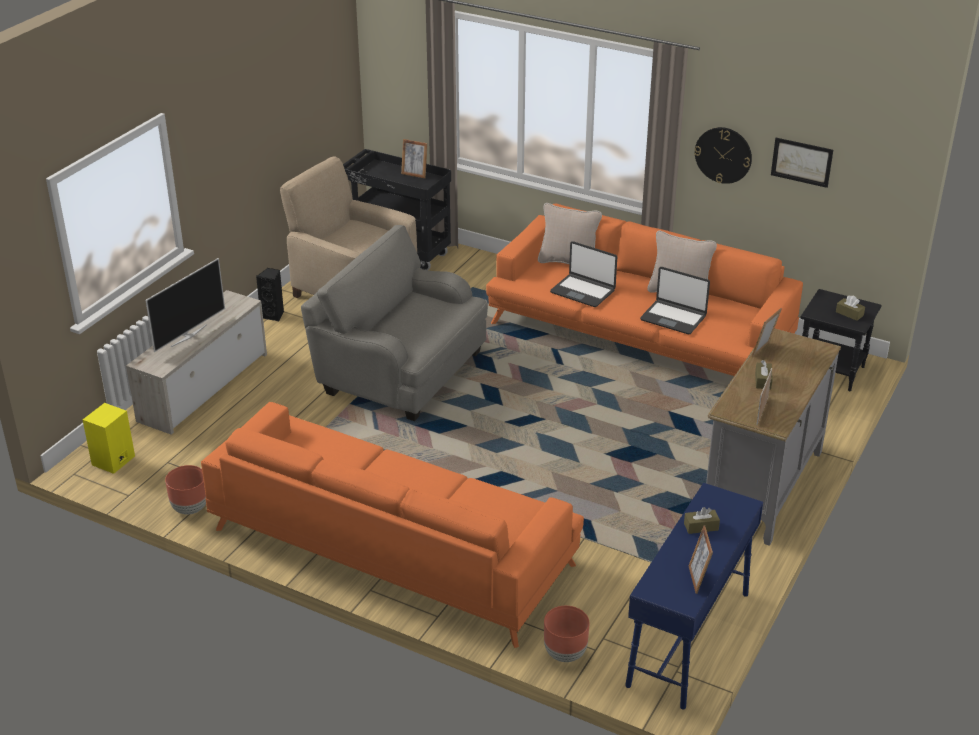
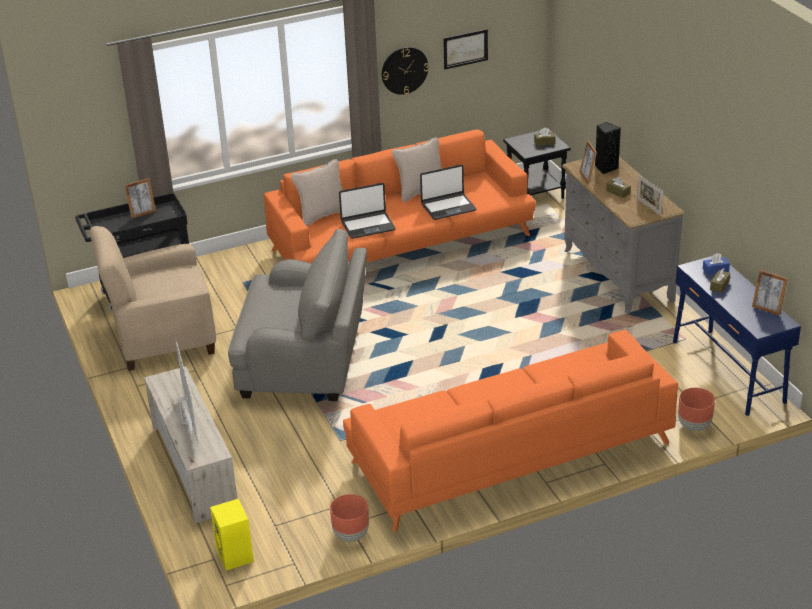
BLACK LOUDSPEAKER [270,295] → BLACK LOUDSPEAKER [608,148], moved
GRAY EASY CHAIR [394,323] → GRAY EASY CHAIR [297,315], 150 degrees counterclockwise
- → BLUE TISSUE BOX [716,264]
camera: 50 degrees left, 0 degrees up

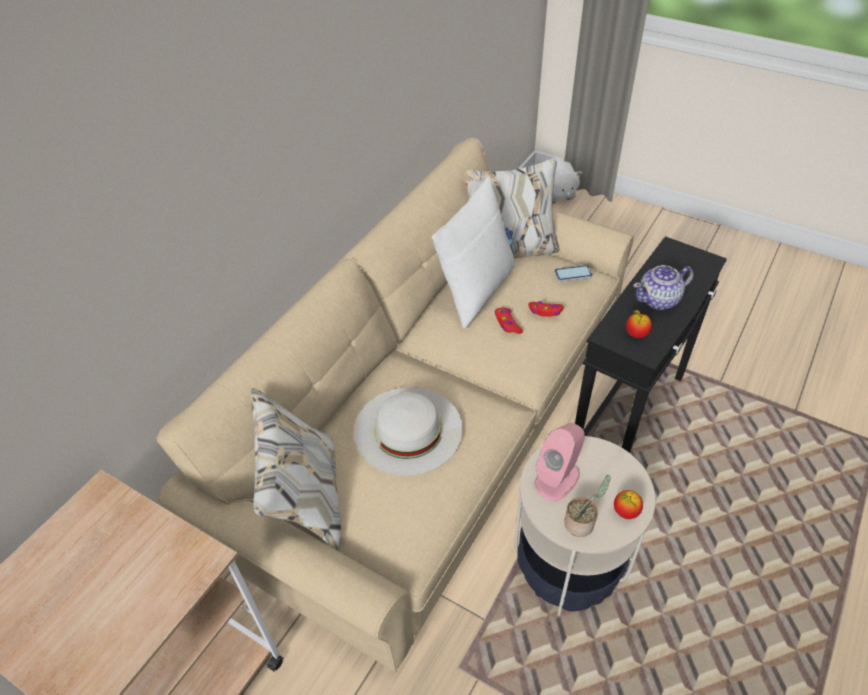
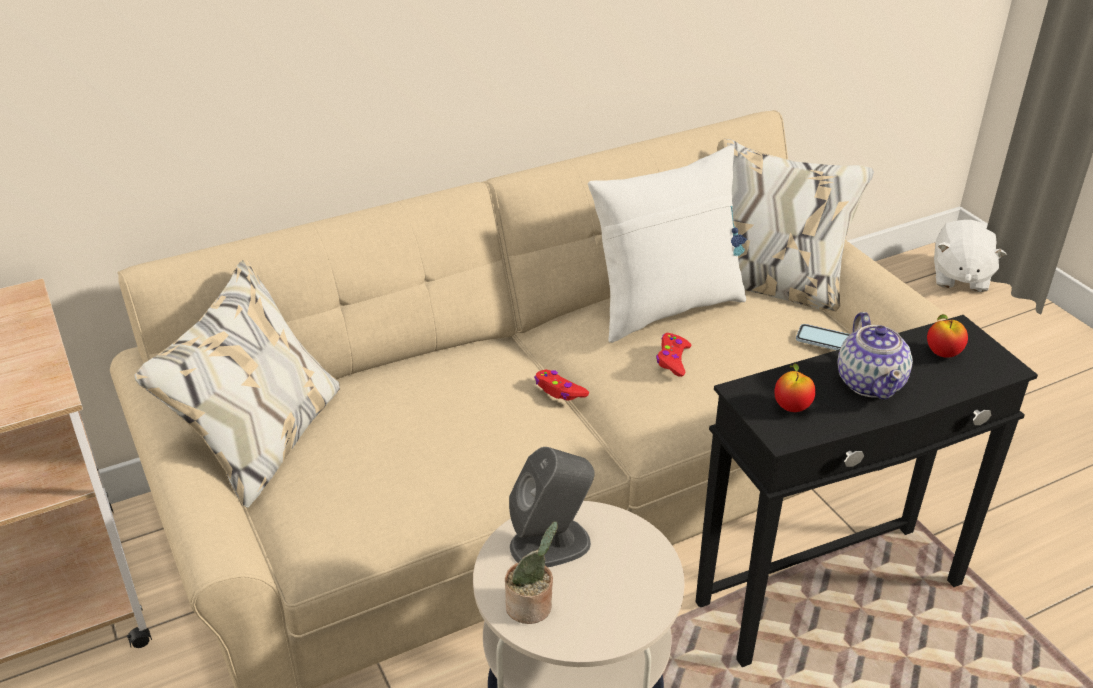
WHITE CLOTHING HAT [408,431] → -
REDDISH GAME CONTROLLER [546,309] → REDDISH GAME CONTROLLER [561,384], moved
PINK LOUDSPEAKER [559,462] → GRAY LOUDSPEAKER [552,507]
APPLE [628,504] → APPLE [947,336], moved
POT FOR TEA [663,287] → POT FOR TEA [875,356], 105 degrees counterclockwise
camera: 30 degrees right, 10 degrees down

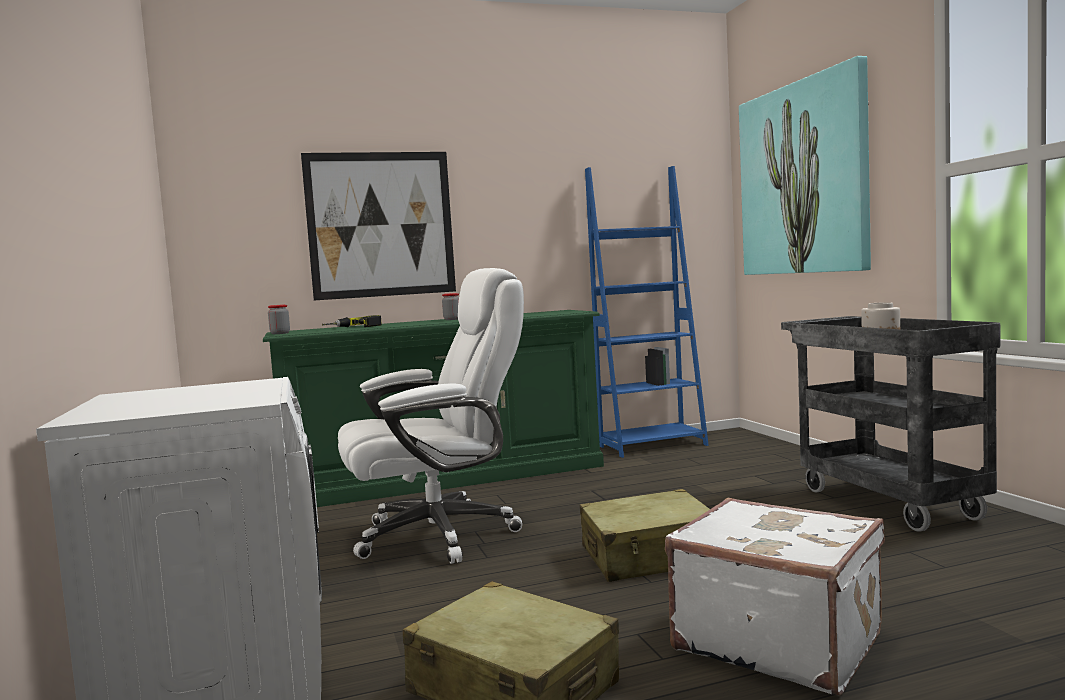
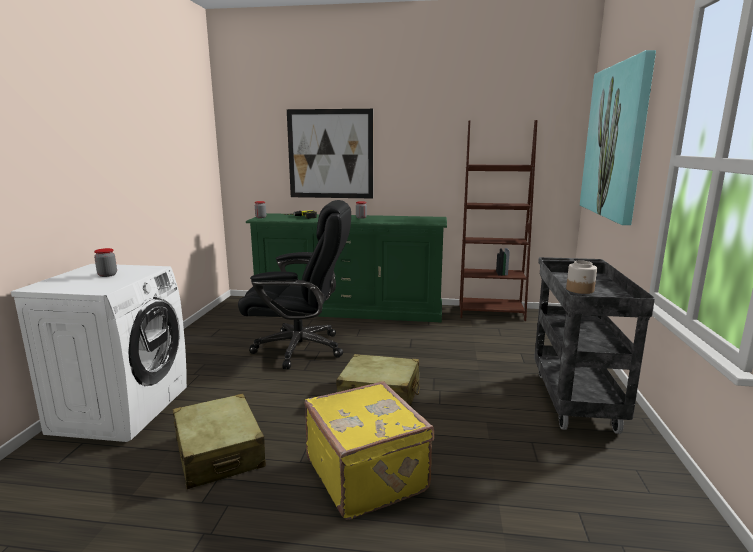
WHITE DESK CHAIR [431,416] → BLACK DESK CHAIR [294,284]
BLUE BOOKSHELF [647,312] → BROWNISH BOOKSHELF [498,220]
WHITE SUITCASE [775,597] → YELLOW-COLOURED SUITCASE [369,450]
- → JAR [105,262]
camera: 25 degrees right, 10 degrees up

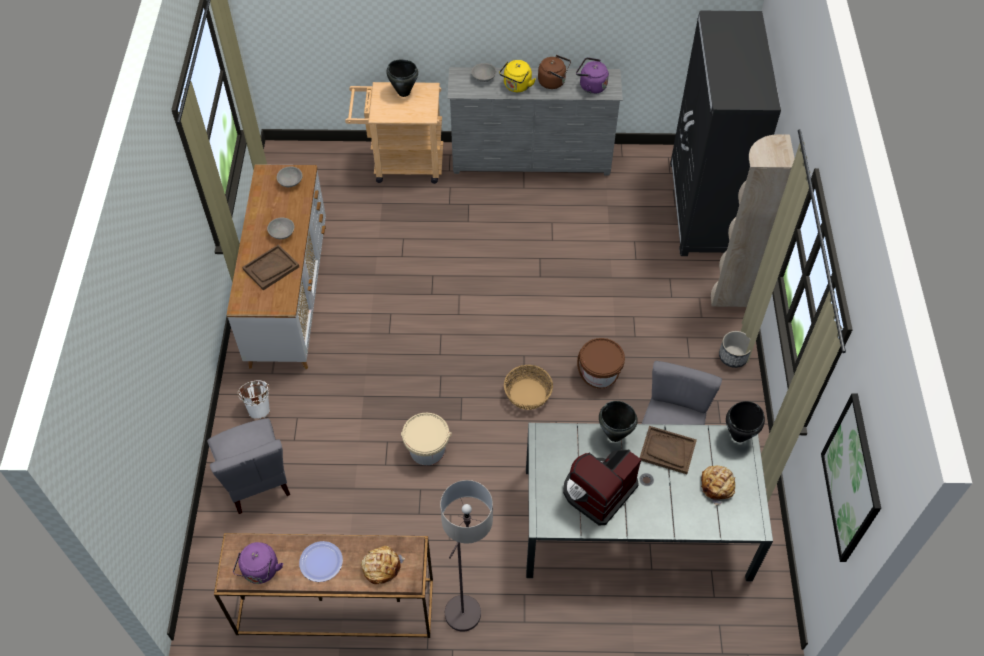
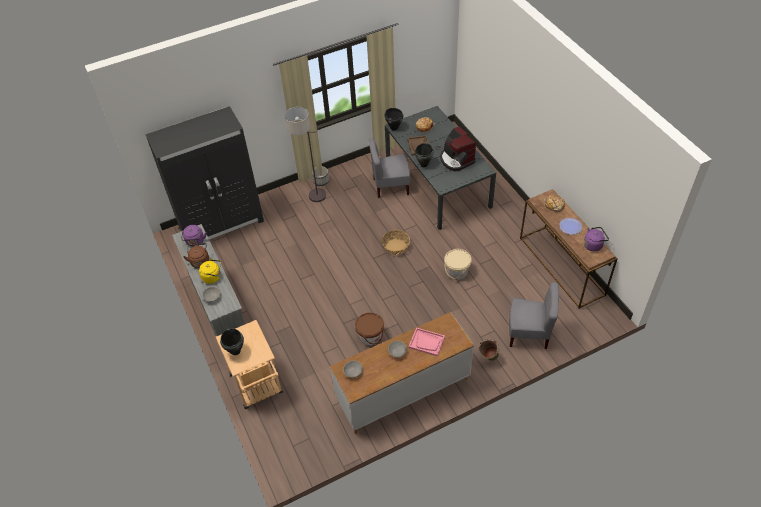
GRAY PLAIN CHAIR [248,466] → GRAY PLAIN CHAIR [534,315], 60 degrees clockwise
WHITE WATER BUCKET [253,399] → GREEN WATER BUCKET [489,350]
BROWNISH SERVING TRAY [270,267] → PINK SERVING TRAY [427,342]
GRAY STANDING LAMP [466,556] → GRAY STANDING LAMP [305,154], moved
COFFEE BREWER [602,488] → COFFEE BREWER [458,149], 45 degrees clockwise
BROWNISH WATER BUCKET [601,363] → BROWNISH WATER BUCKET [369,329], moved
BEIGE-COLOURED BOOKSHELF [753,221] → -
WALL ART [851,478] → -
camera: 115 degrees left, 5 degrees down

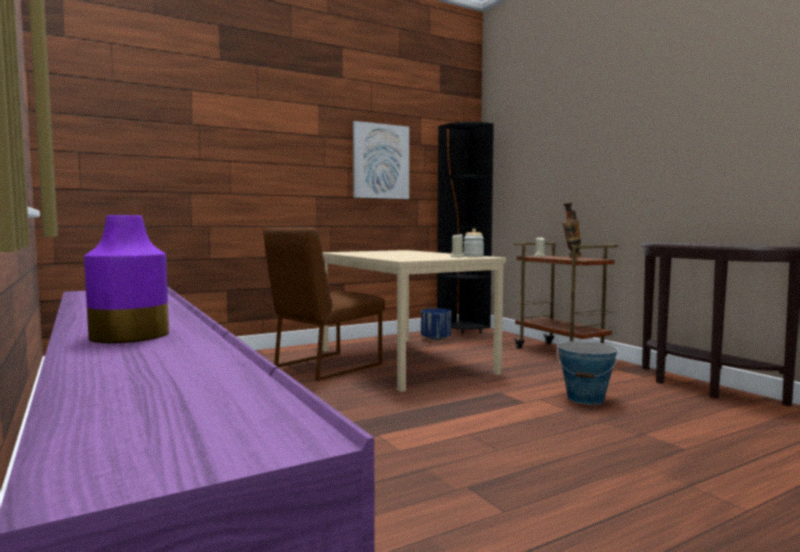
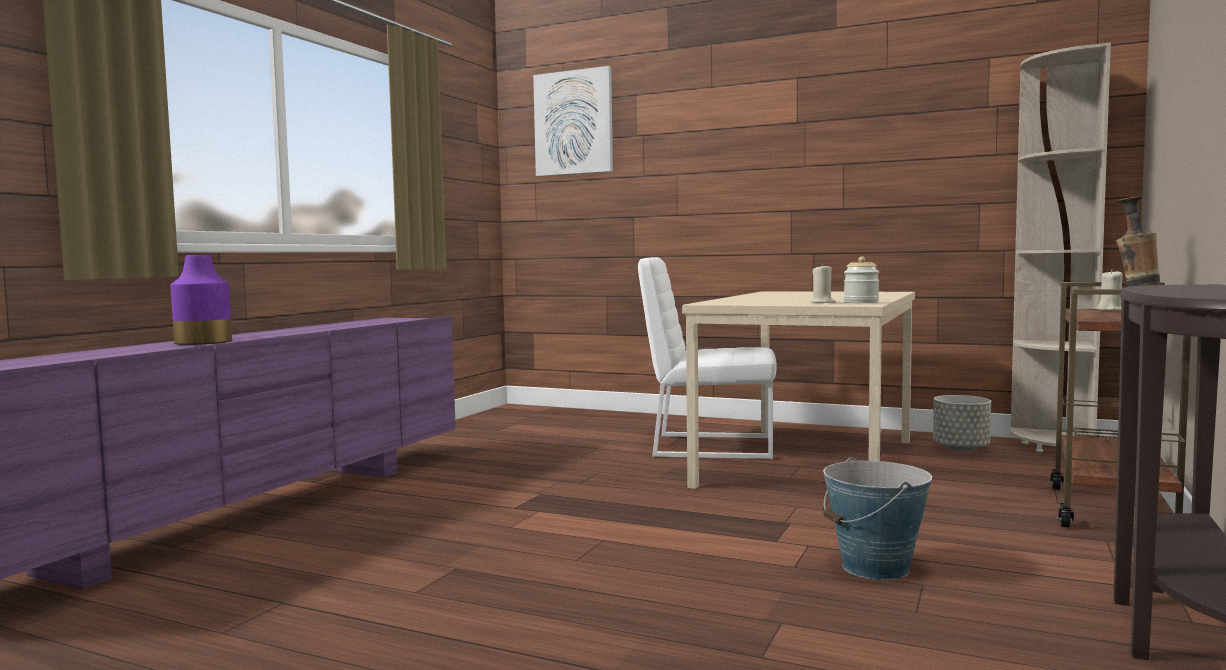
BROWNISH PLAIN CHAIR [324,304] → WHITE PLAIN CHAIR [707,358]
WALL ART [381,160] → WALL ART [573,121], moved
BLUE PLANT POT [436,324] → GRAY PLANT POT [962,423]
BLACK BOOKSHELF [465,228] → BEIGE-COLOURED BOOKSHELF [1061,247]
camera: 55 degrees right, 0 degrees up

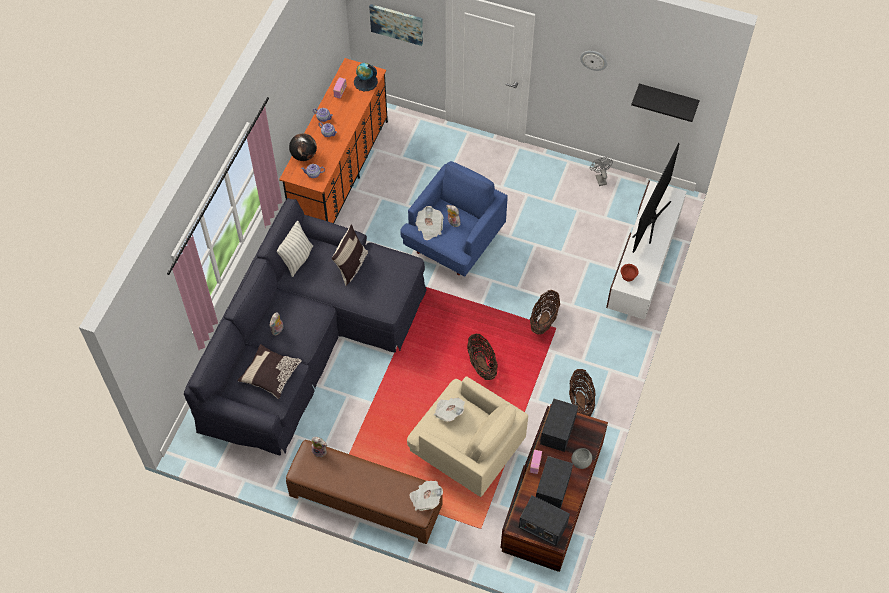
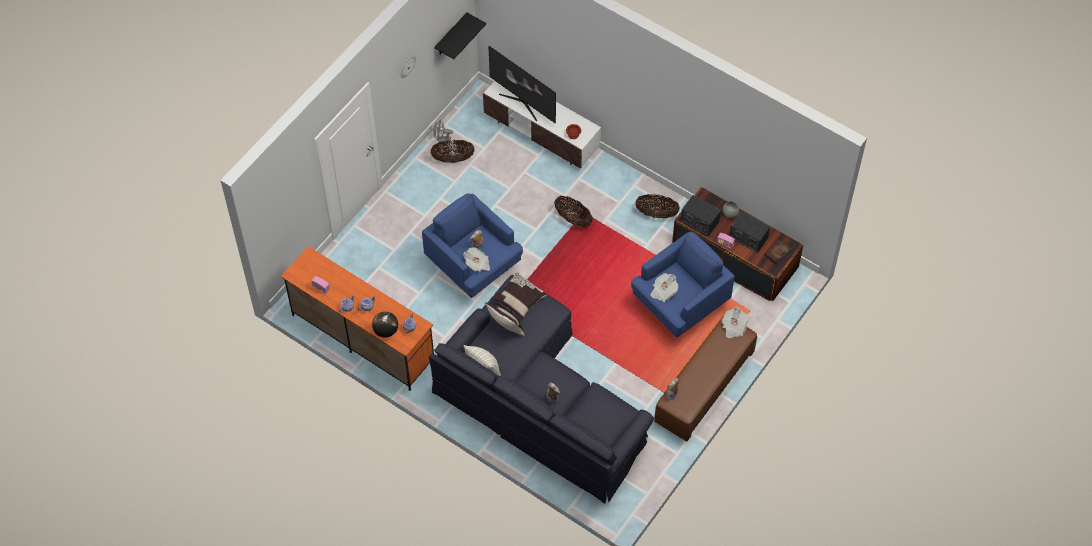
CUSHION [269,371] → CUSHION [519,295], moved
WORLD GLOBE [366,77] → -
WALL ART [396,25] → -
BEIGE-COLOURED EASY CHAIR [467,436] → BLUE EASY CHAIR [683,285]
BASKET [482,357] → BASKET [453,151], moved
RADIO [544,520] → VOLUME [778,251]
camera: 75 degrees left, 0 degrees up

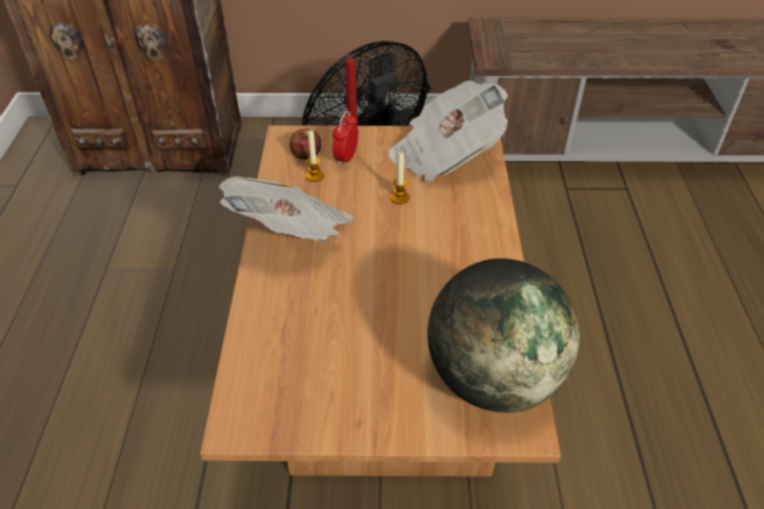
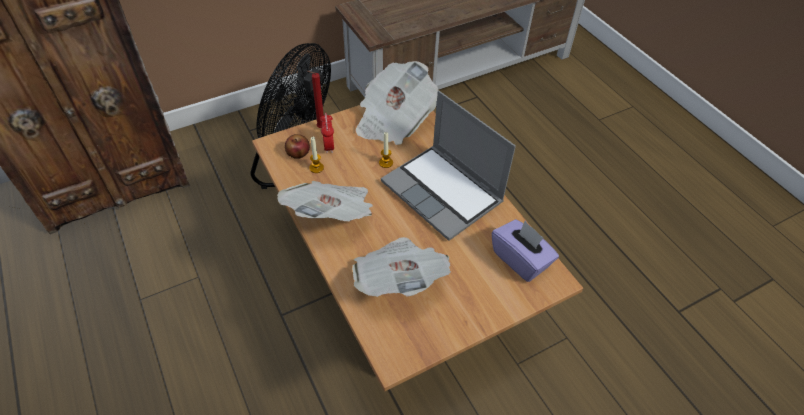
WORLD GLOBE [503,335] → PURPLE-COLOURED TISSUE BOX [525,250]
- → NEWSPAPER [401,267]
- → LAPTOP [448,166]
camera: 30 degrees left, 5 degrees up

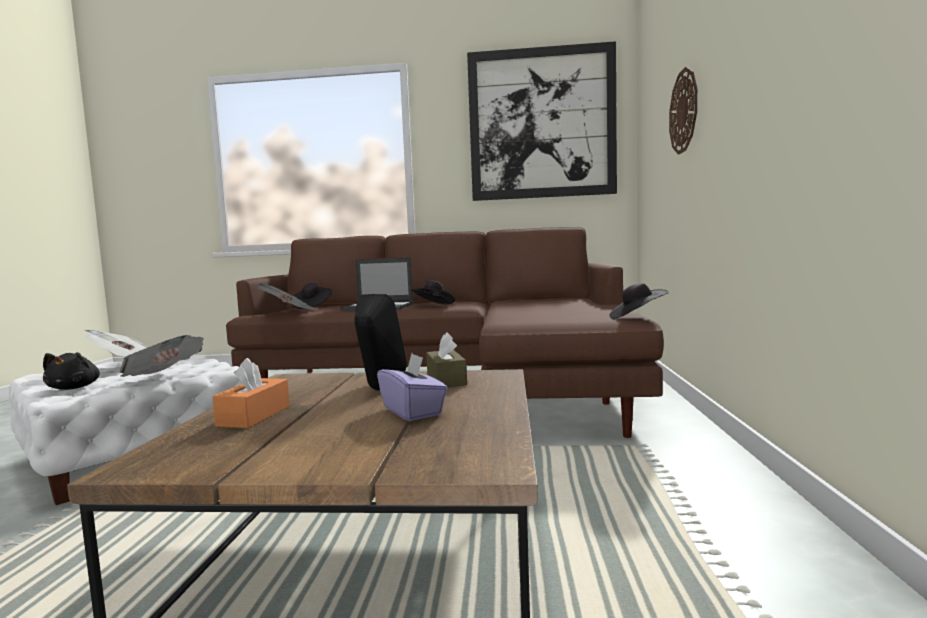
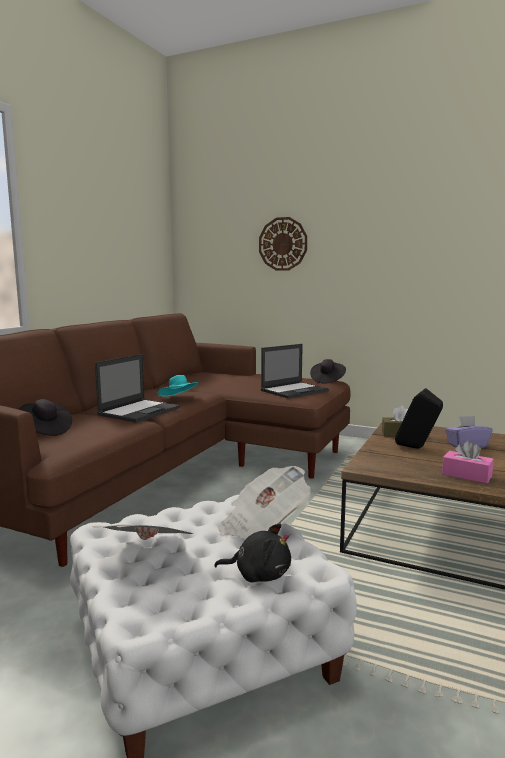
ORANGEY TISSUE BOX [251,393] → PINK TISSUE BOX [468,462]
NEWSPAPER [287,296] → -
BLACK CLOTHING HAT [433,293] → TURQUOISE CLOTHING HAT [178,386]
WALL ART [542,121] → -
- → LAPTOP [295,371]
camera: 70 degrees left, 5 degrees up

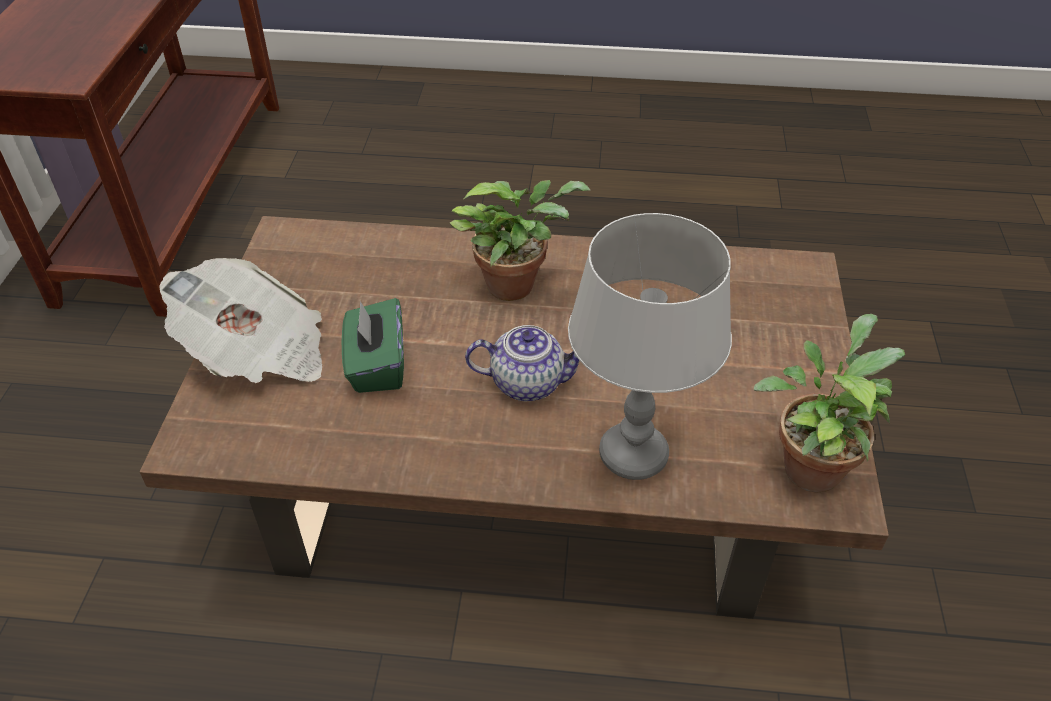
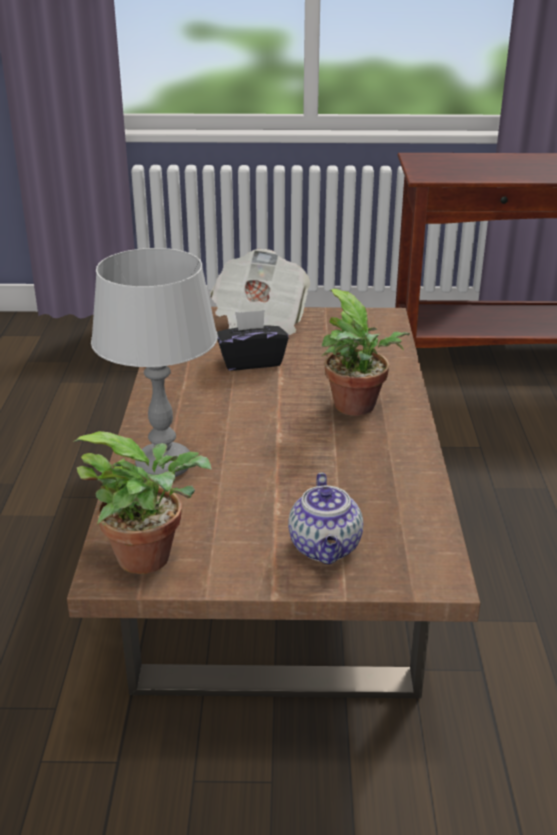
GREEN TISSUE BOX [373,345] → BLACK TISSUE BOX [253,340]
POT FOR TEA [522,363] → POT FOR TEA [325,518], moved
camera: 85 degrees right, 15 degrees down

